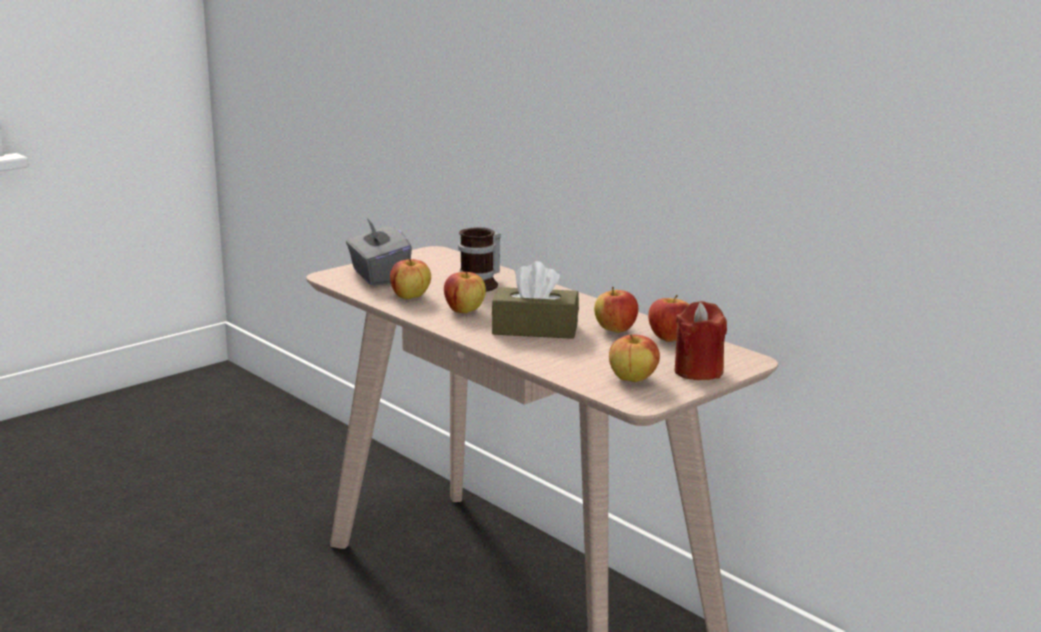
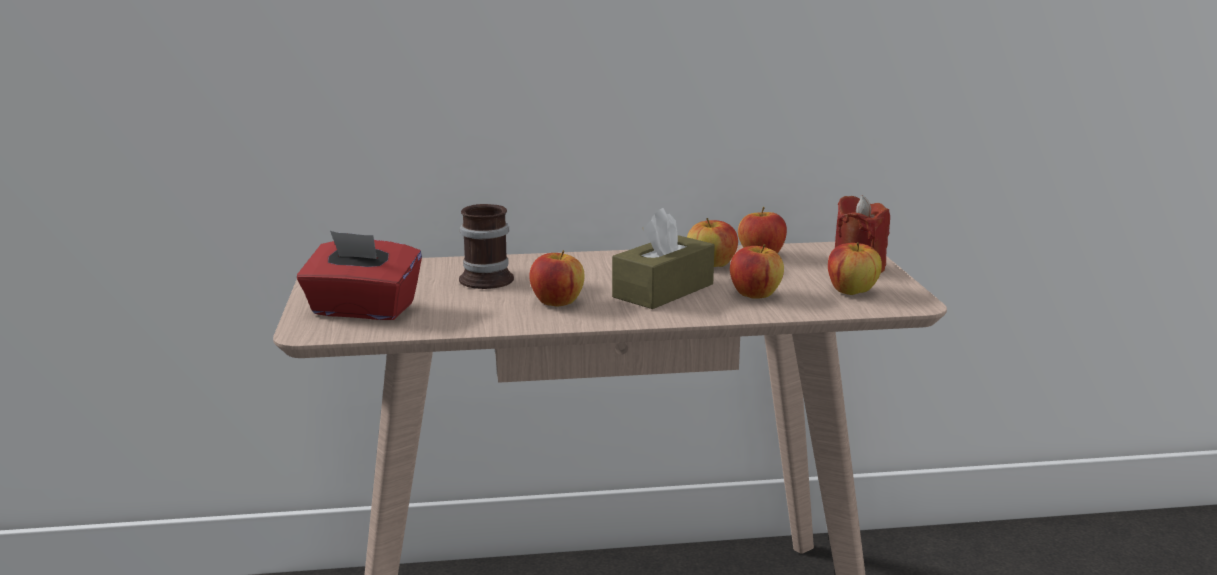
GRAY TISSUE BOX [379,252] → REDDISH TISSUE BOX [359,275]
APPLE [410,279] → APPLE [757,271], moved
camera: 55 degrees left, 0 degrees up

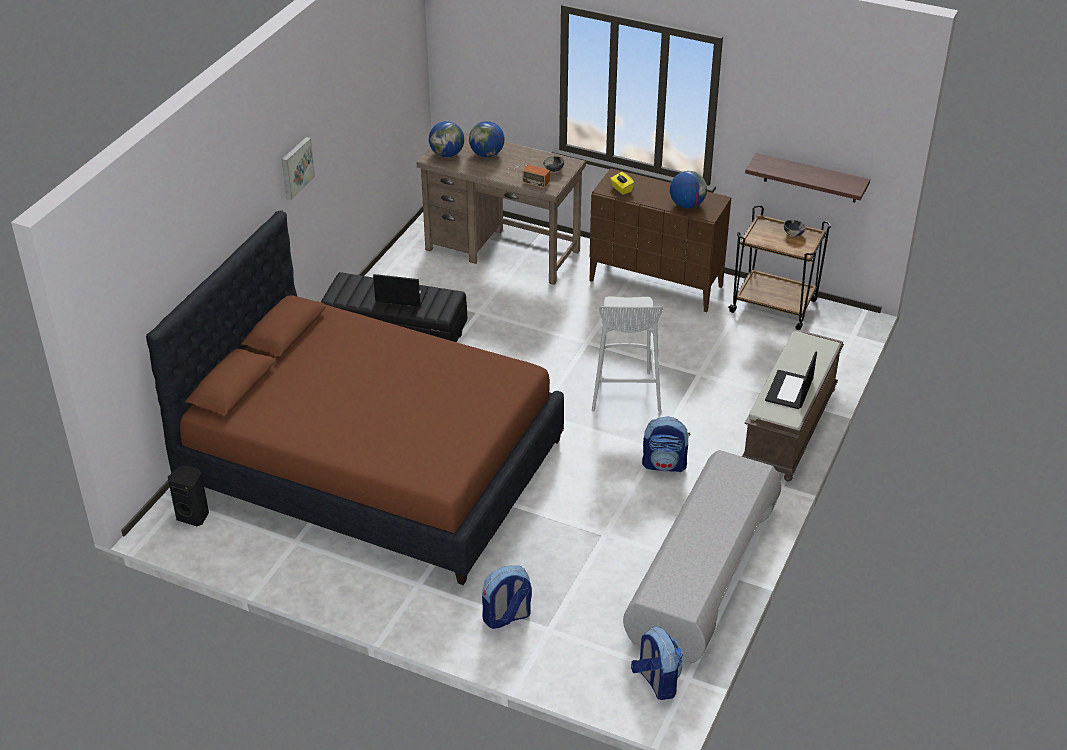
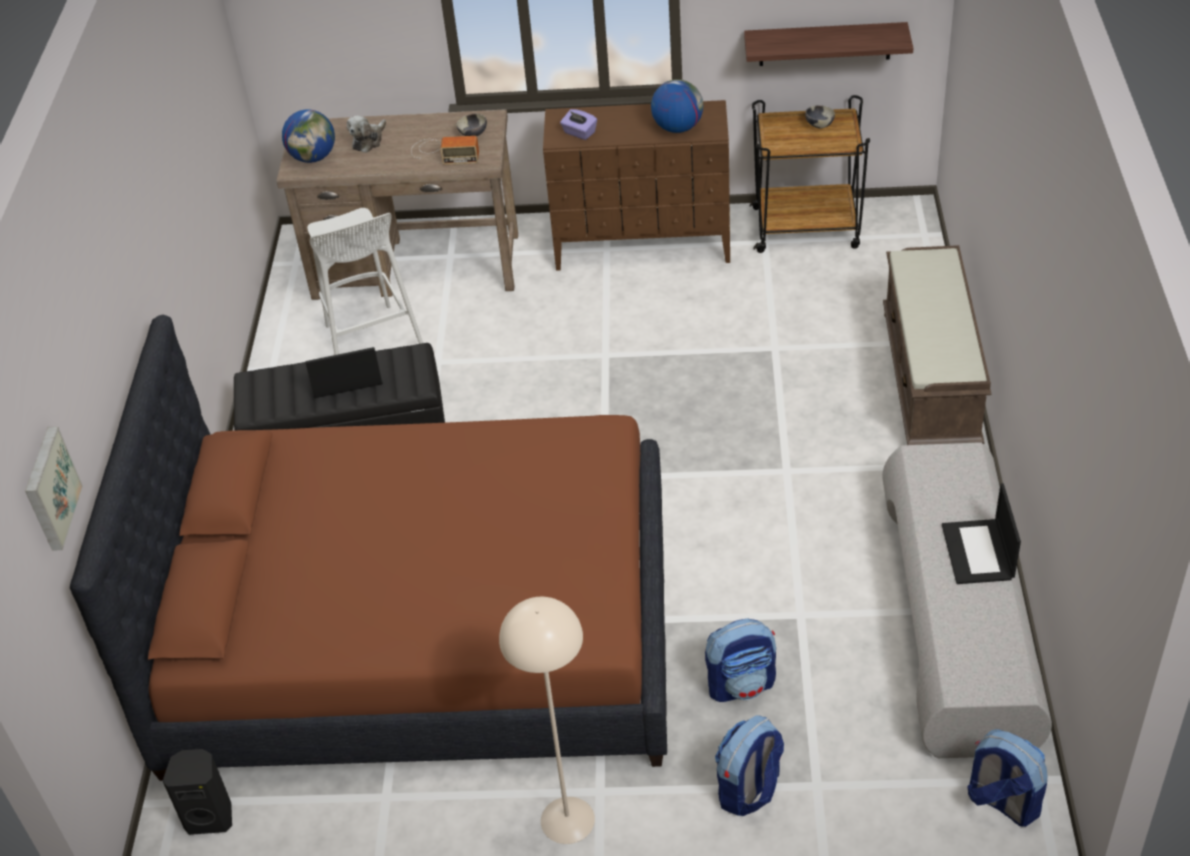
WALL ART [298,168] → WALL ART [54,489], moved
WORLD GLOBE [487,139] → CUDDLY TOY [366,134]
WHITE SITTING STOOL [627,354] → WHITE SITTING STOOL [365,281], moved
YELLOW-COLOURED TISSUE BOX [622,183] → PURPLE-COLOURED TISSUE BOX [578,124]
RUCKSACK [666,444] → RUCKSACK [740,660], moved
LAPTOP [791,380] → LAPTOP [981,533], moved
- → BEIGE-COLOURED STANDING LAMP [547,720]
camera: 20 degrees left, 5 degrees up

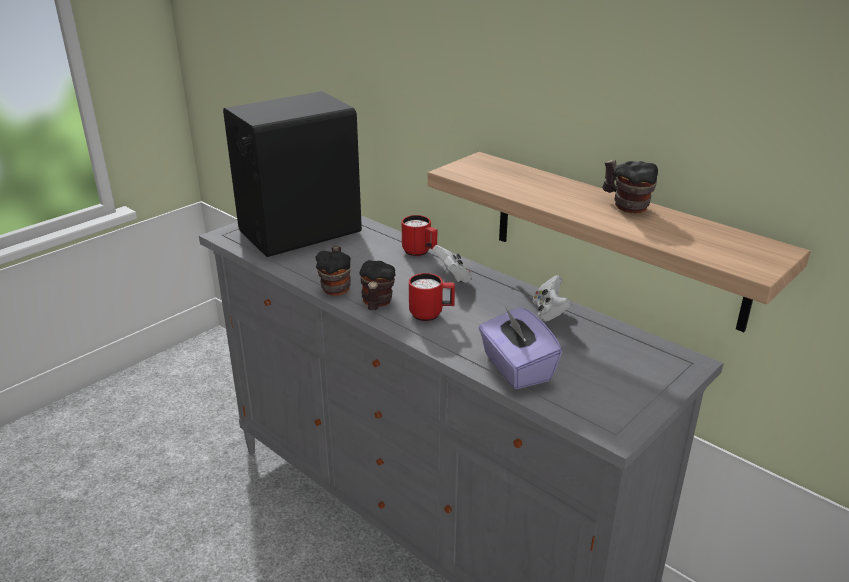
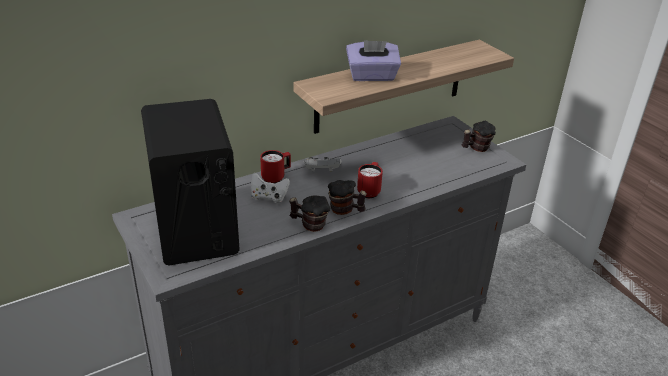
PURPLE-COLOURED TISSUE BOX [520,347] → PURPLE-COLOURED TISSUE BOX [373,60], moved
WHITE GAME CONTROLLER [552,298] → WHITE GAME CONTROLLER [270,188], moved
MUG [630,187] → MUG [478,136], moved
camera: 75 degrees left, 5 degrees up

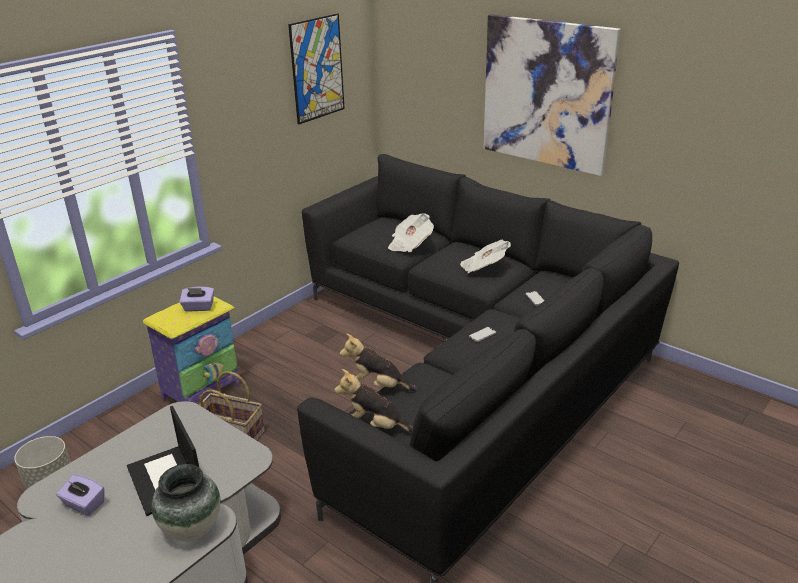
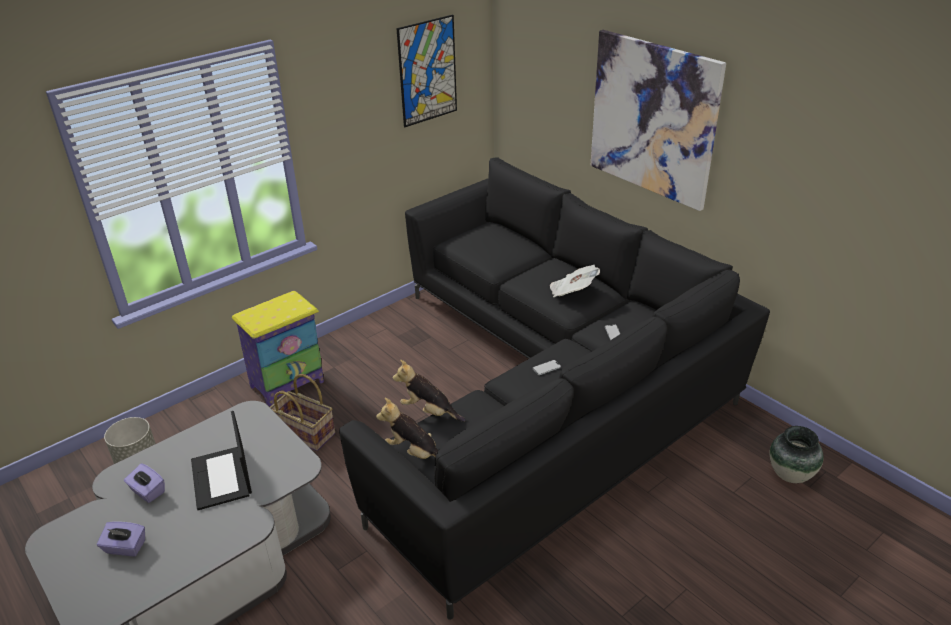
FLOWER VASE [185,503] → FLOWER VASE [796,454], moved
PURPLE-COLOURED TISSUE BOX [196,299] → PURPLE-COLOURED TISSUE BOX [121,538], moved
NEWSPAPER [411,232] → -
camera: 10 degrees right, 5 degrees up

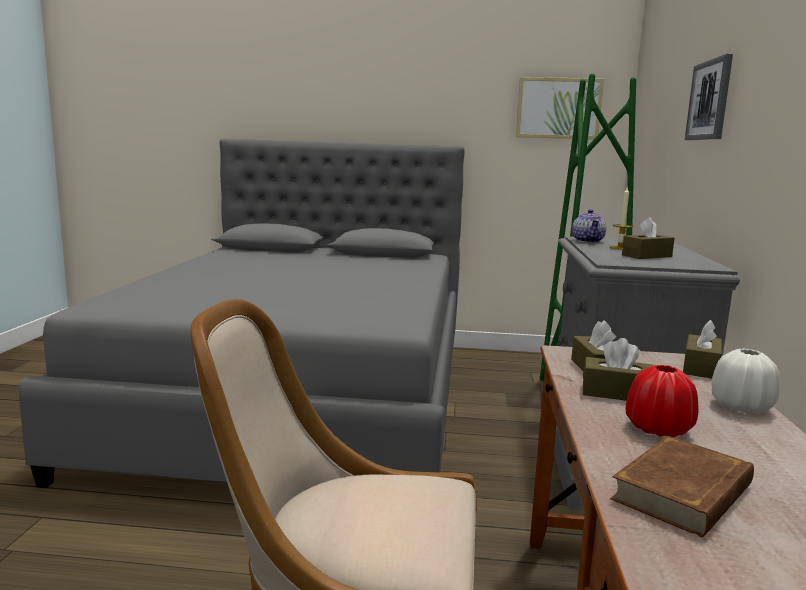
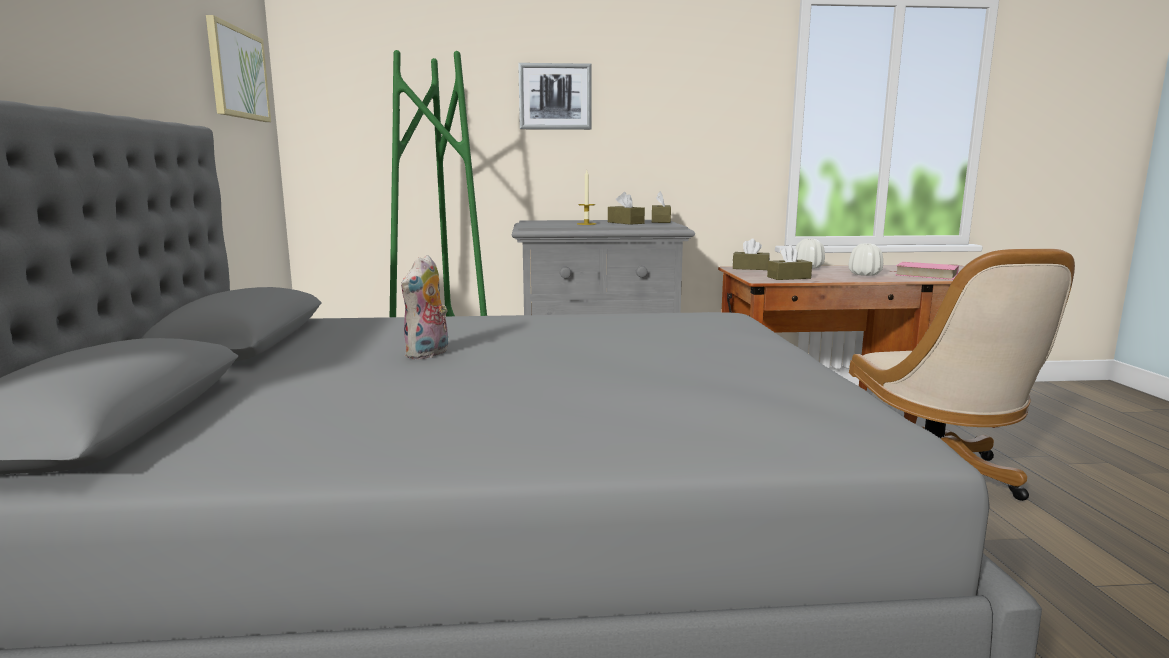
POT FOR TEA [589,226] → -
BROWNISH TISSUE BOX [618,369] → BROWNISH TISSUE BOX [661,207], moved
BROWNISH VOLUME [682,486] → PINK VOLUME [924,271]
REDDISH FLOWER VASE [662,401] → WHITE FLOWER VASE [865,259]
- → CUDDLY TOY [424,307]
camera: 100 degrees left, 0 degrees up

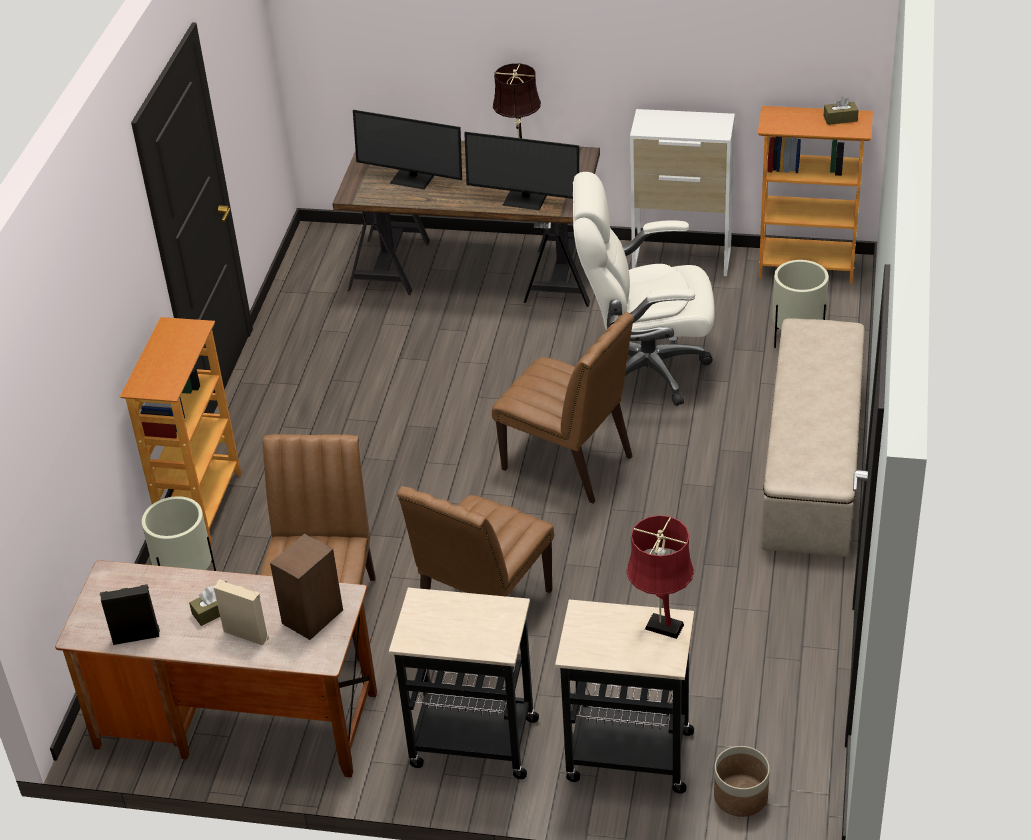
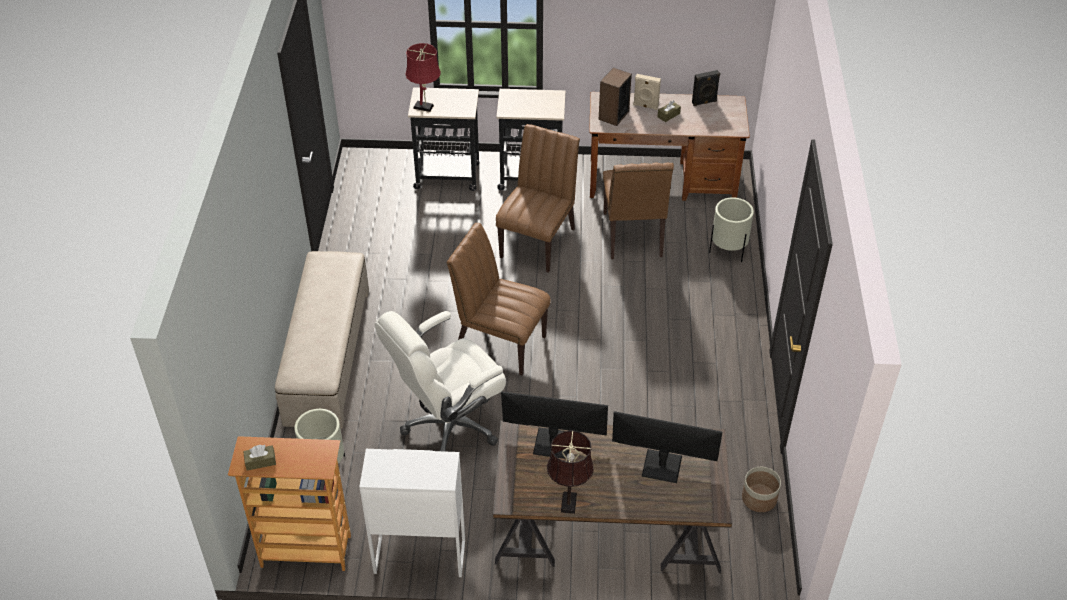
BOOKSHELF [180,431] → -
WHITE DESK CHAIR [644,289] → WHITE DESK CHAIR [440,381], 150 degrees clockwise
PLANT POT [742,781] → PLANT POT [761,489], moved
camera: 170 degrees right, 5 degrees up

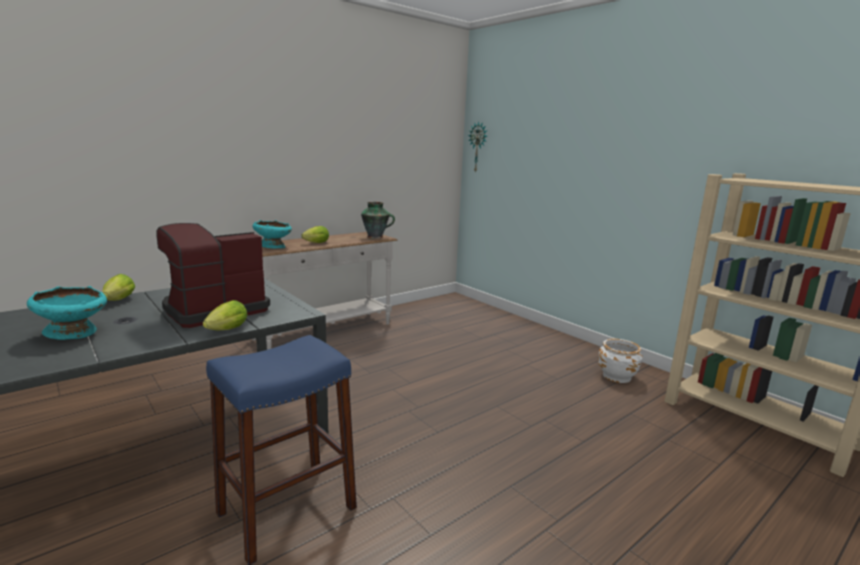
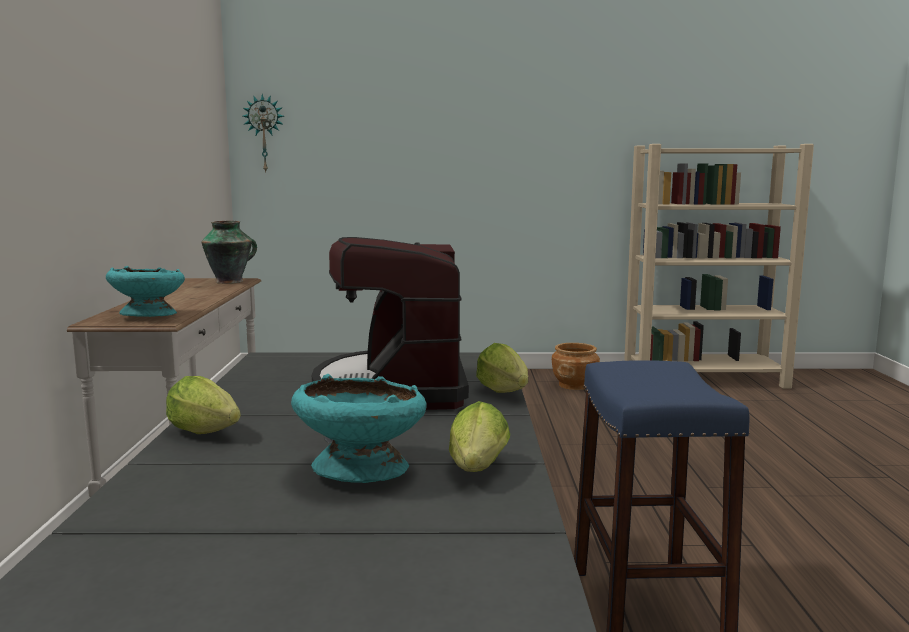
LETTUCE [315,234] → LETTUCE [479,436], moved
WHITE PLANT POT [620,361] → BROWNISH PLANT POT [576,366]
camera: 50 degrees left, 5 degrees down

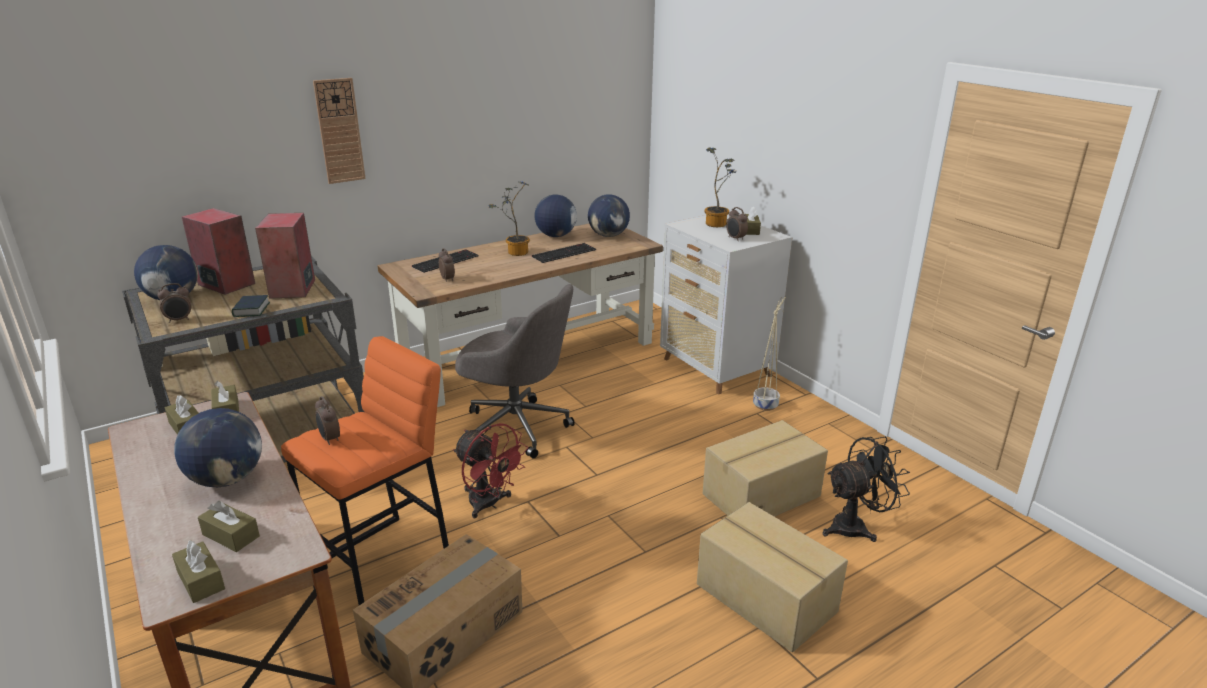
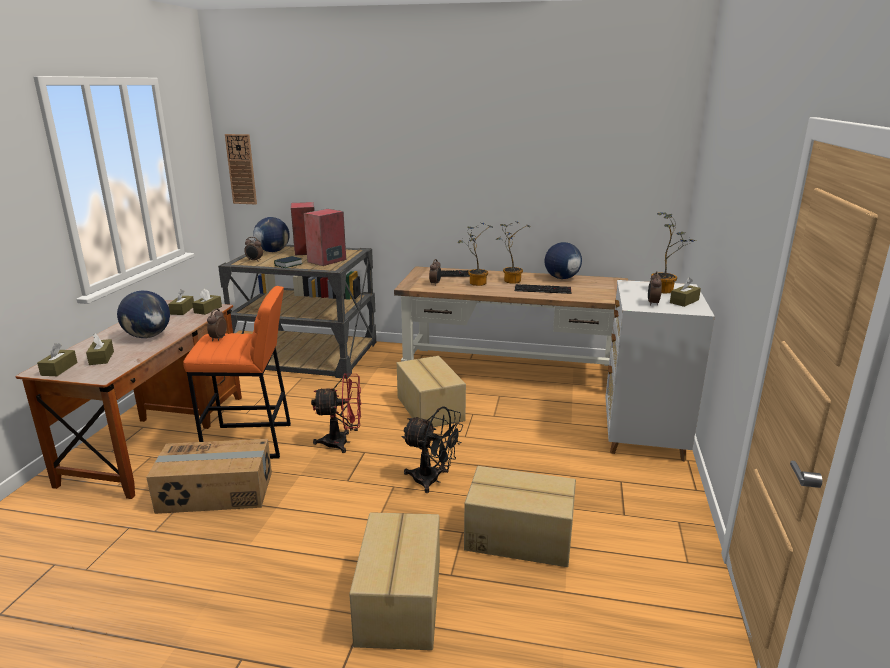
WALL CLOCK [339,131] → WALL CLOCK [241,169], moved
REDDISH FAN [490,470] → REDDISH FAN [336,413], 90 degrees counterclockwise
GRAY DESK CHAIR [515,371] → PACKING BOX [431,391]
WORLD GLOBE [609,215] → -
BEIGE-COLOURED PLANT POT [769,353] → -
BLACK FAN [866,489] → BLACK FAN [432,449], moved
- → HOUSEPLANT [475,254]
camera: 45 degrees right, 5 degrees down

